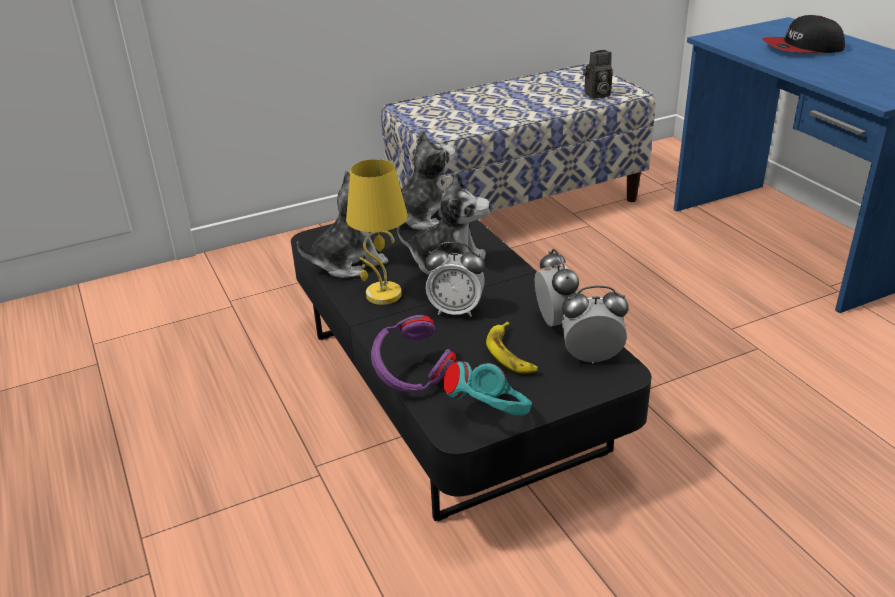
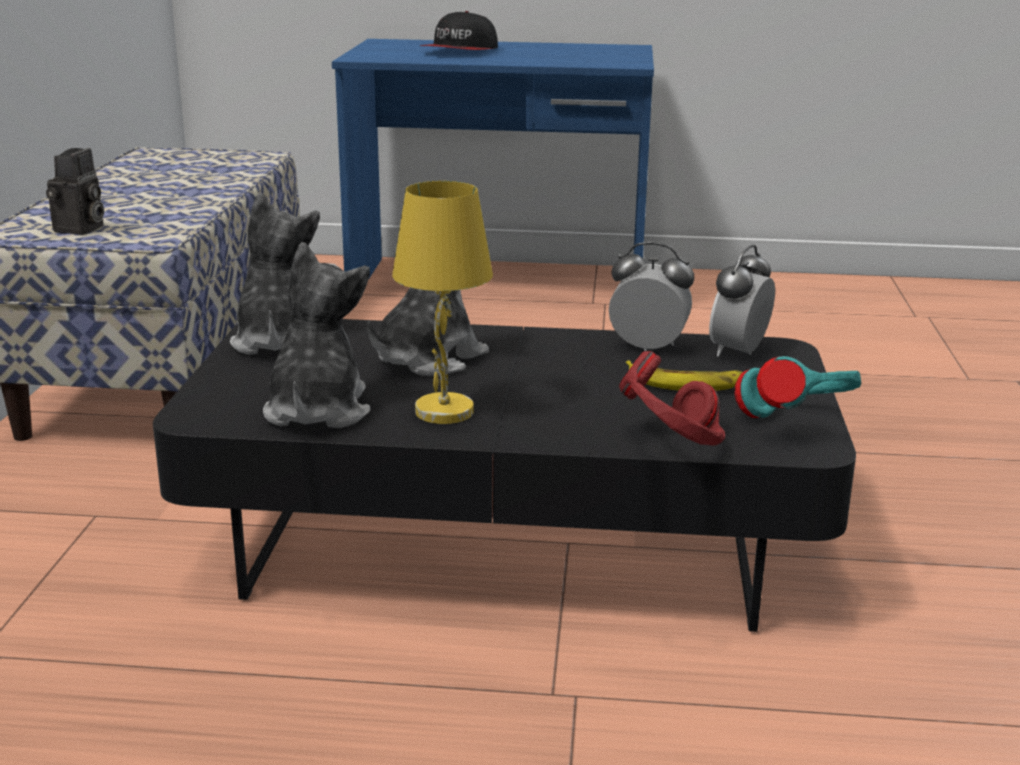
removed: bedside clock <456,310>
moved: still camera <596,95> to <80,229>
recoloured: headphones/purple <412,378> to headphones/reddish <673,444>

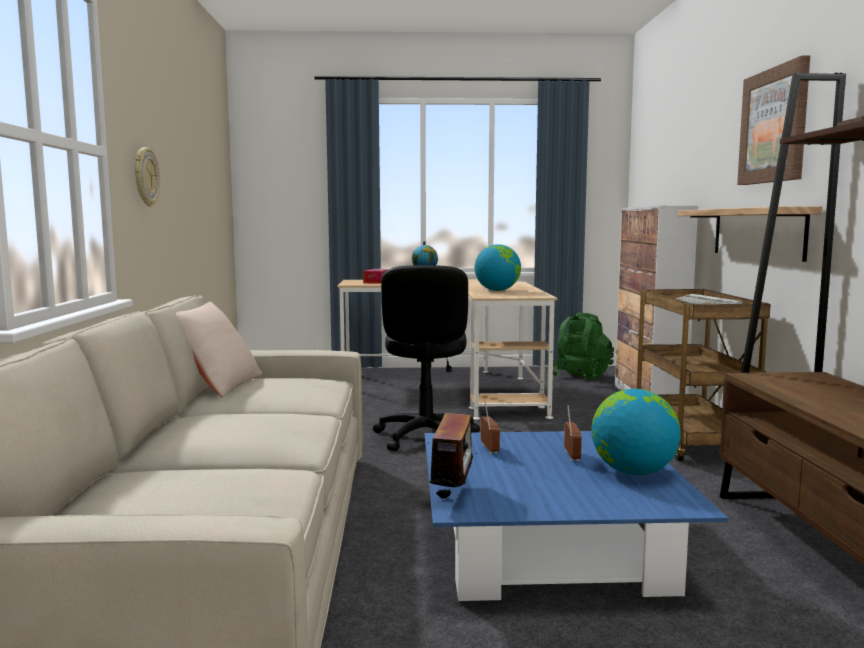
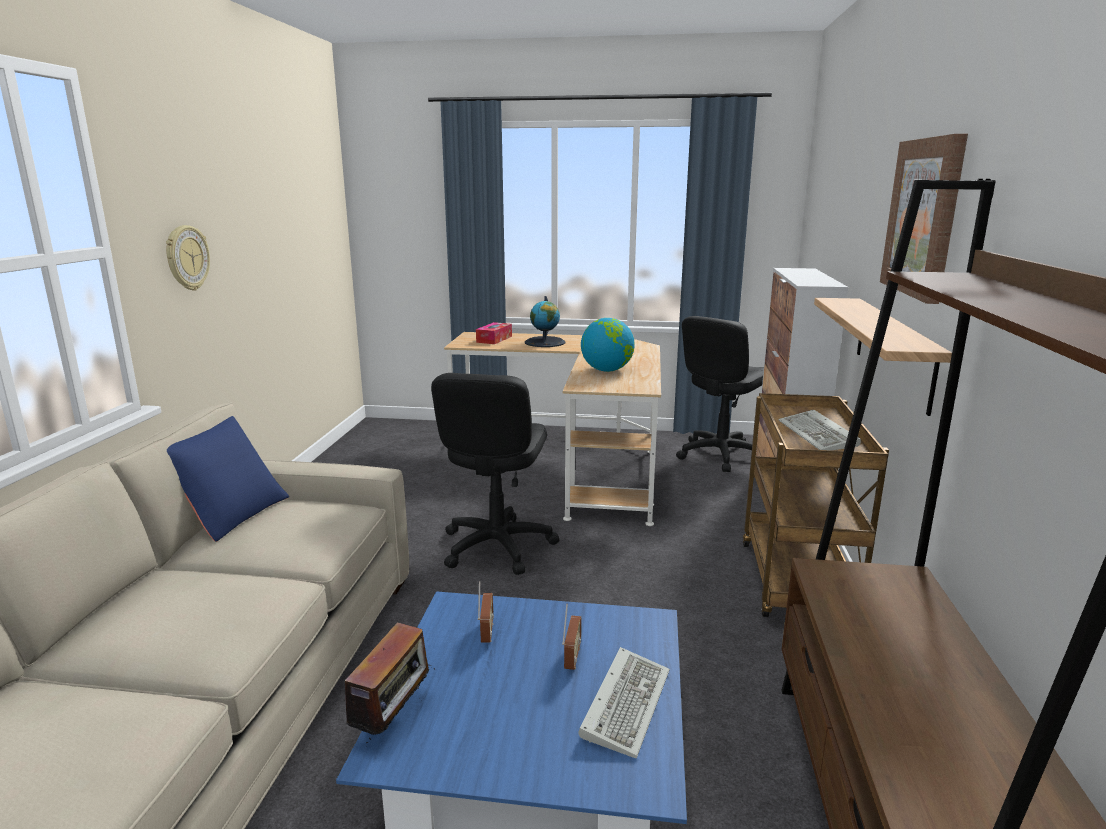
replaced: knapsack/green-coloured <580,377> to desk chair/blackish <720,455>; desk globe <633,472> to keyboard <625,702>
recoloured: cushion/sand-coloured <217,384> to cushion/bluish <230,514>

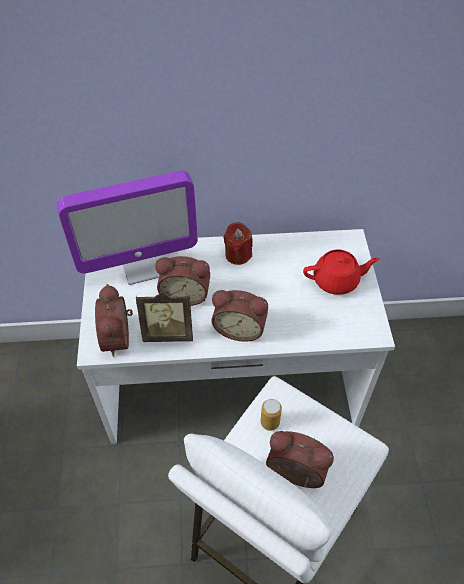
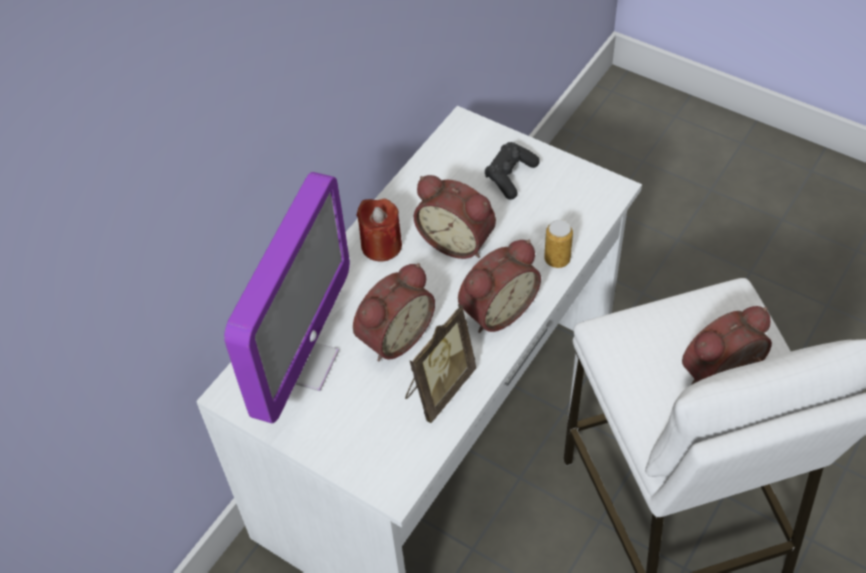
moved: bedside clock <120,338> to <457,240>; metal can <270,422> to <557,259>
replaced: pot for tea/reddish <336,281> to gamepad/blackish <510,176>

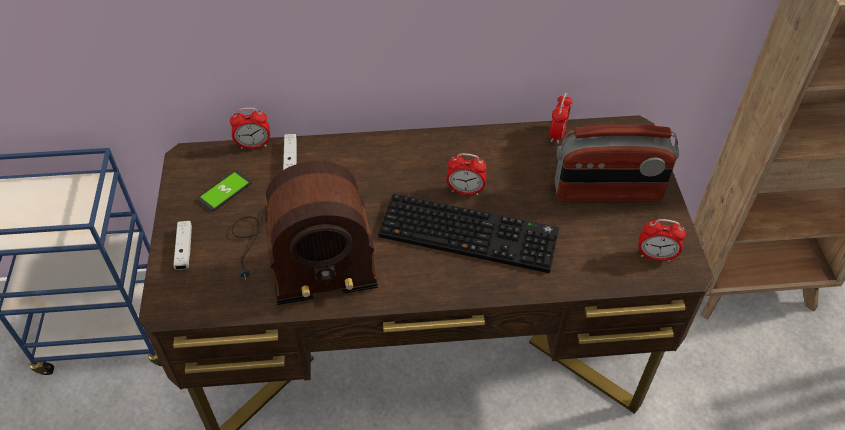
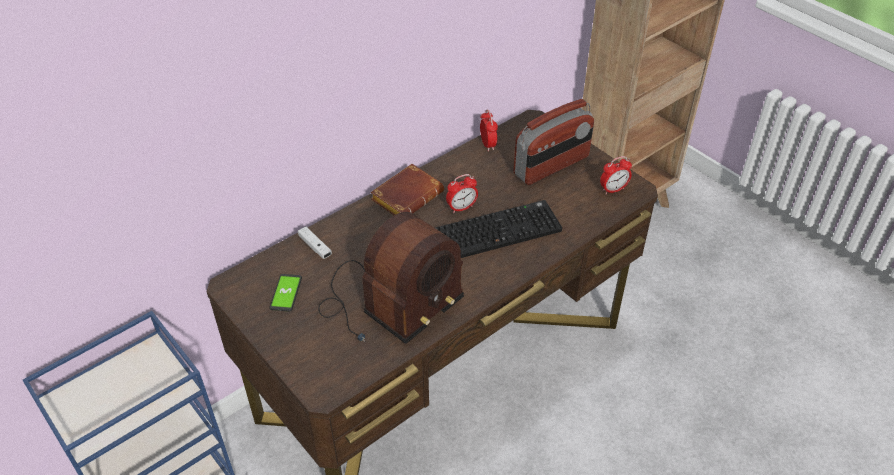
removed: gamepad/white <184,249>; bedside clock <253,145>
added: book/brown <407,195>

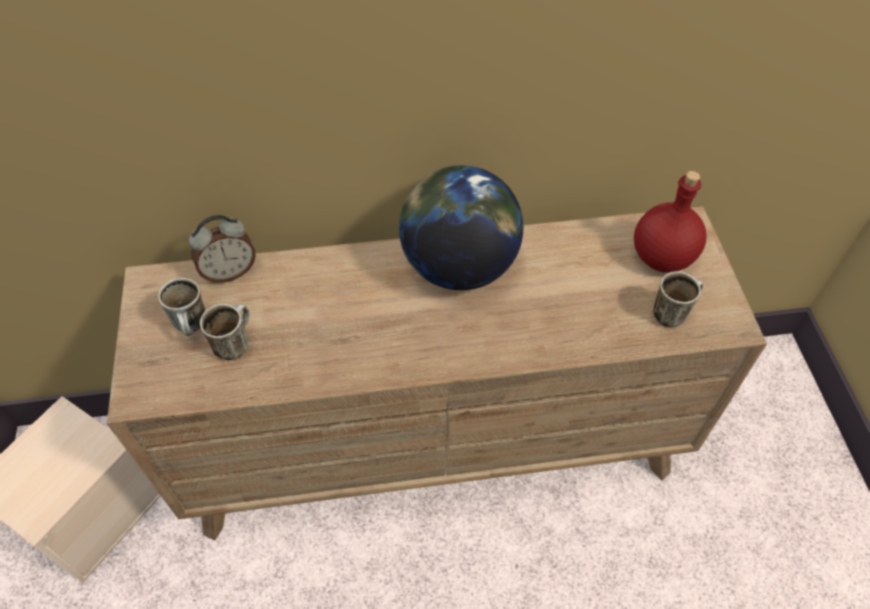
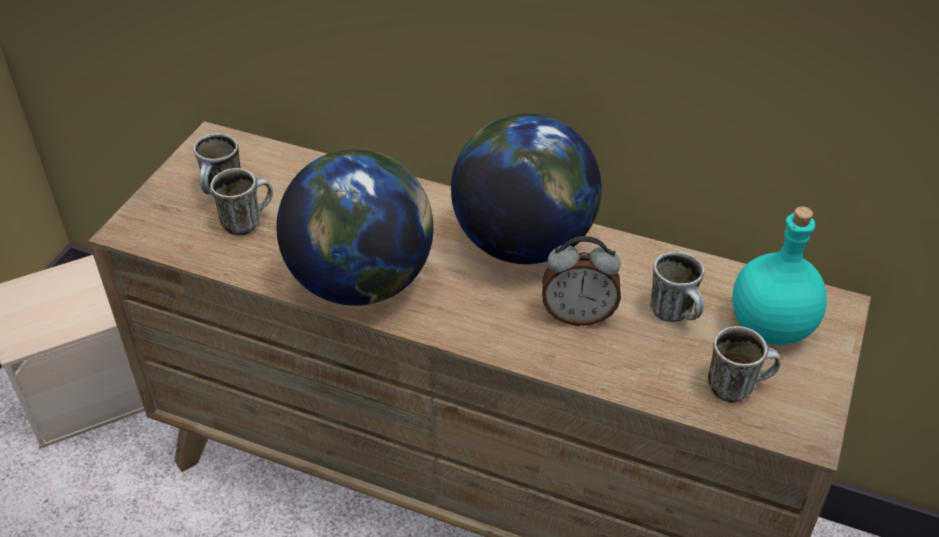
added: desk globe <362,282>; coffee mug <677,314>
moved: bedside clock <229,272> to <578,315>
recoloured: beverage bottle/reddish <662,258> to beverage bottle/turquoise <770,328>

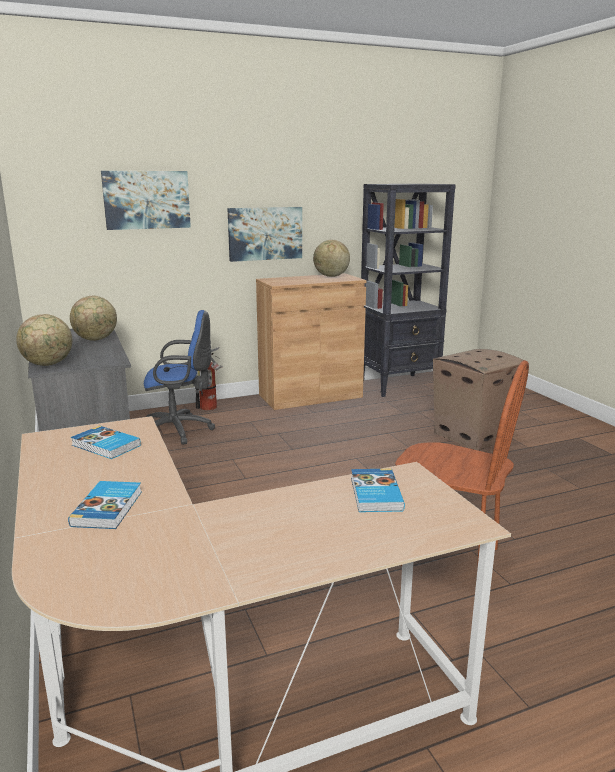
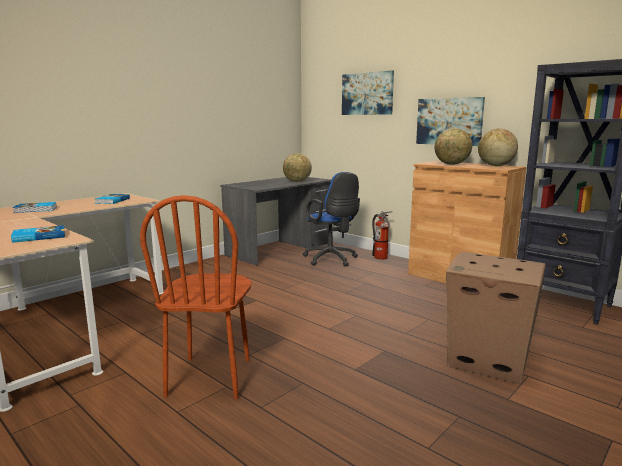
moved: desk globe <48,364> to <452,164>

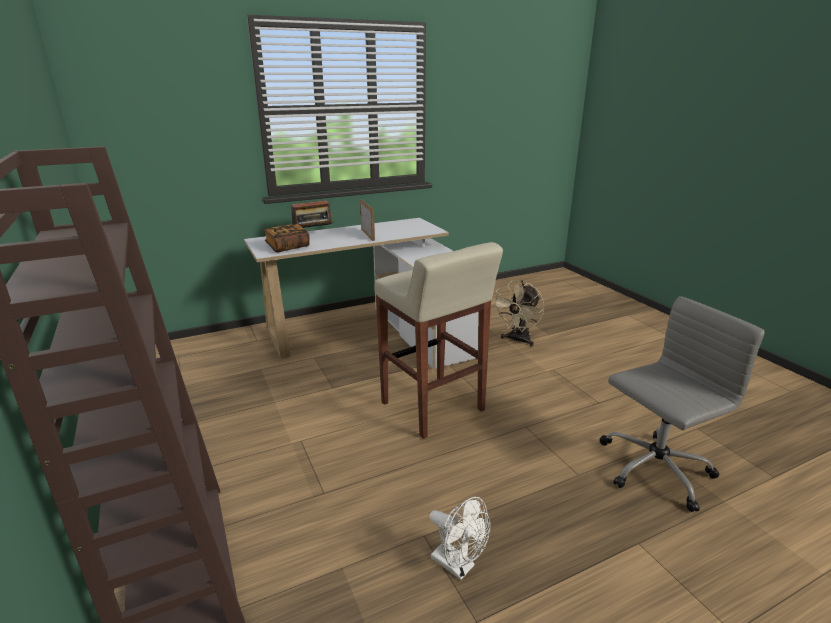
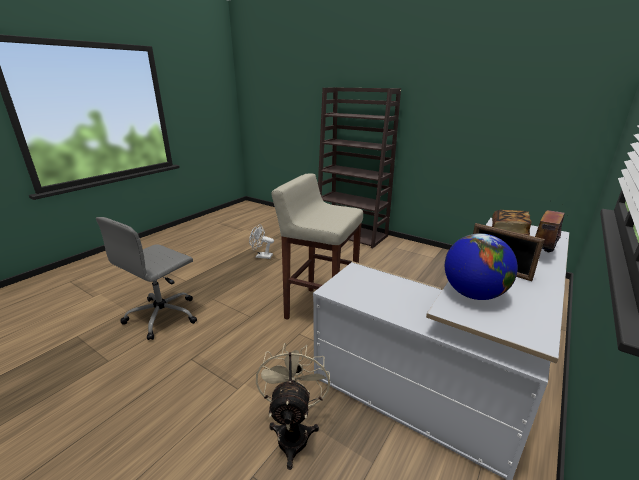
added: desk globe <473,294>

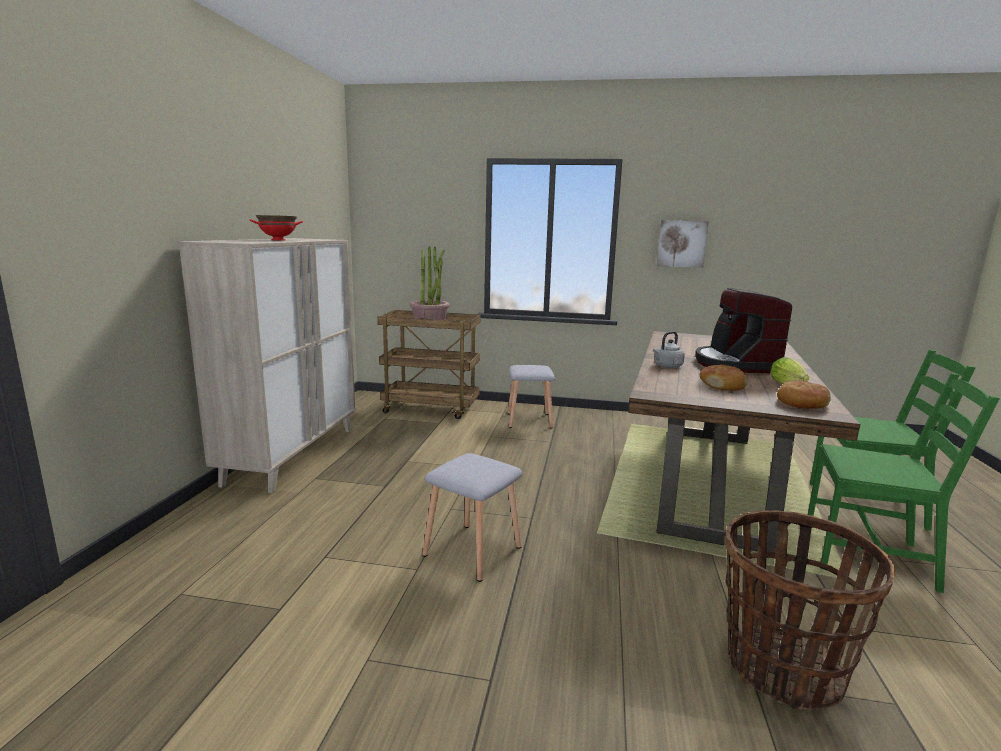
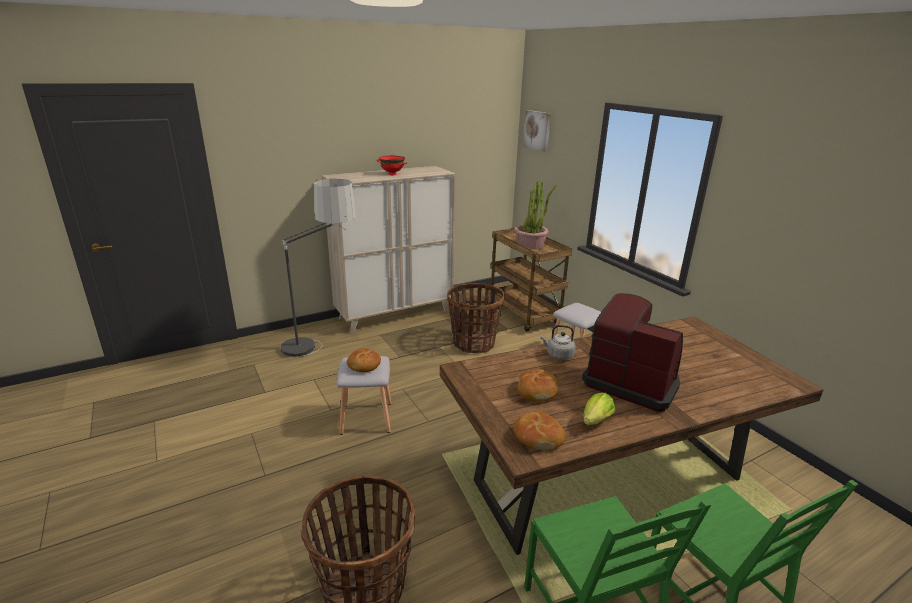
added: floor lamp <322,354>; baked bread <363,365>; household basket <473,343>
moved: wall art <681,244> to <538,130>
turned: coffee maker <736,364> = <631,382> 75 degrees clockwise

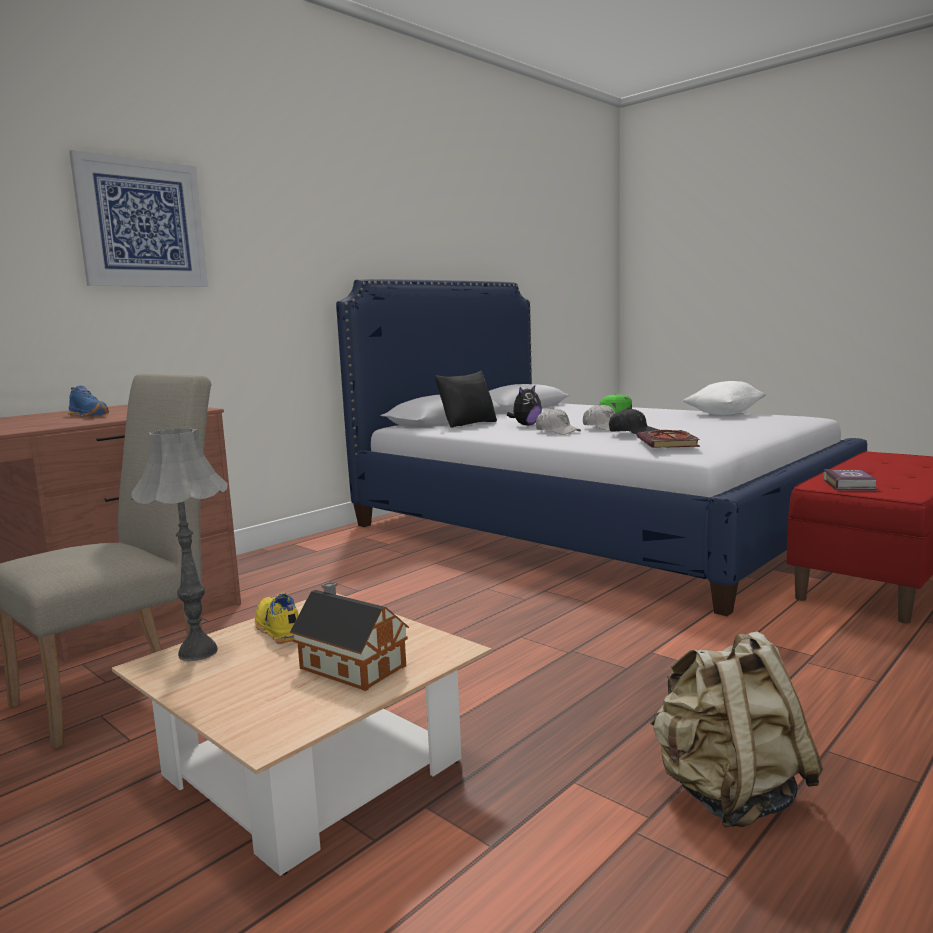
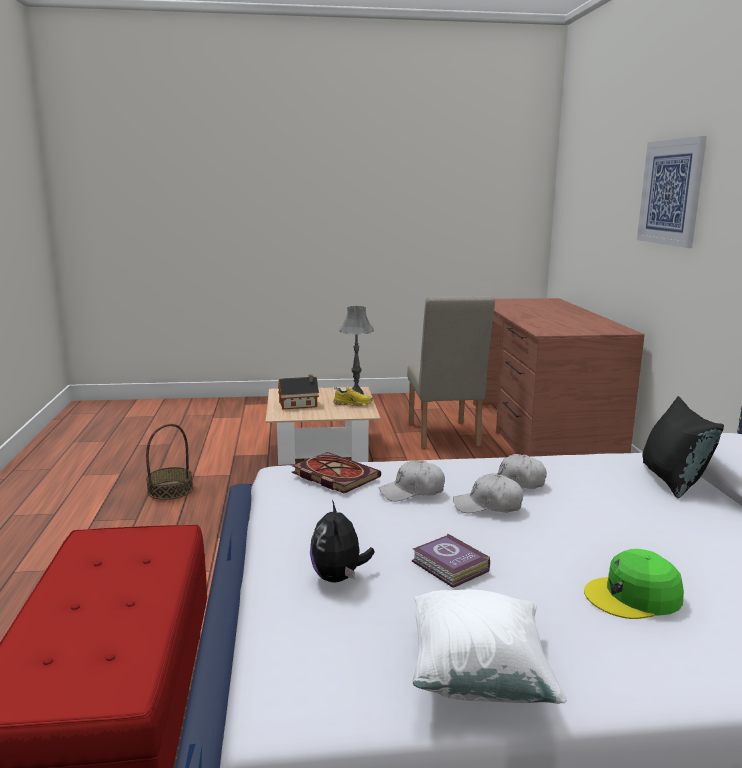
removed: item of footwear/bluish <90,415>
moved: plush toy <526,425> to <339,578>; book <850,485> to <450,567>
replaced: knapsack/sand-coloured <728,795> to household basket <170,490>
recoloured: peaked cap/blackish <633,433> to peaked cap/white <412,492>

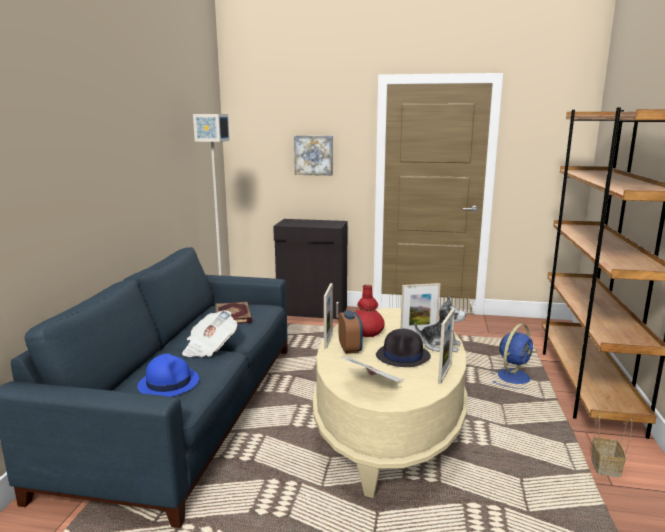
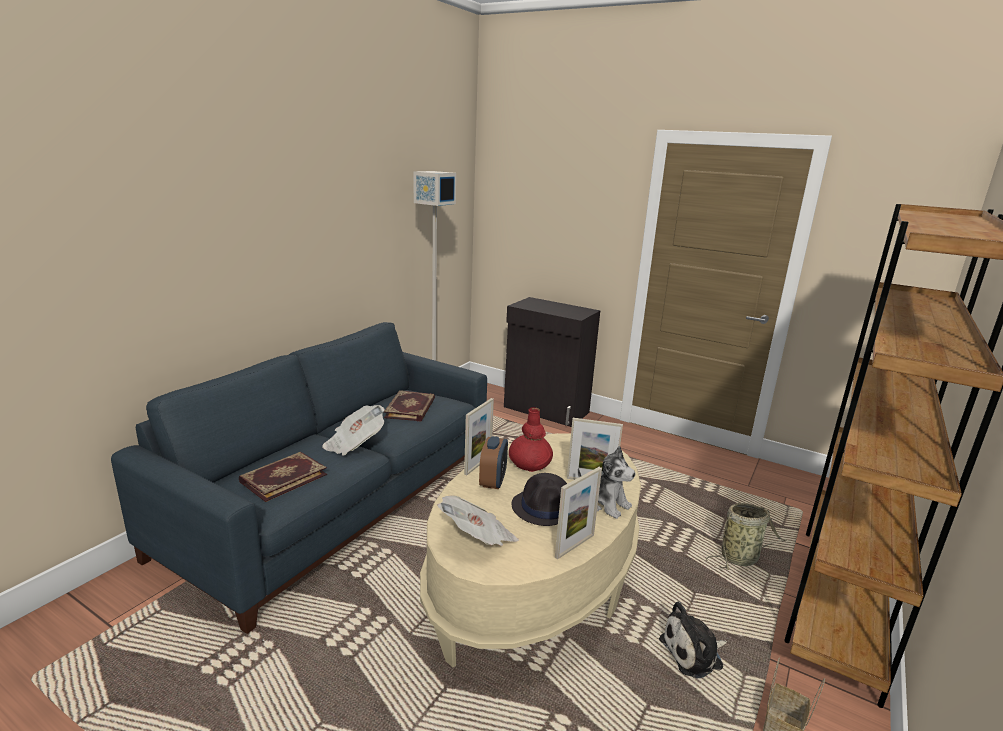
removed: wall art <314,155>
added: plush toy <694,653>
replaced: clothing hat/bluish <169,383> to book <283,478>; fan/bluish <514,376> to household basket <741,558>

